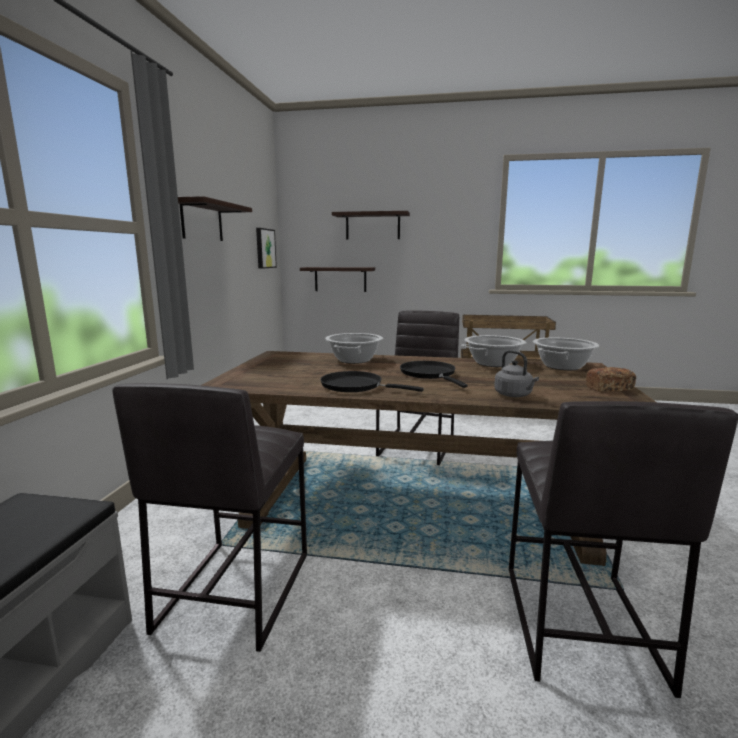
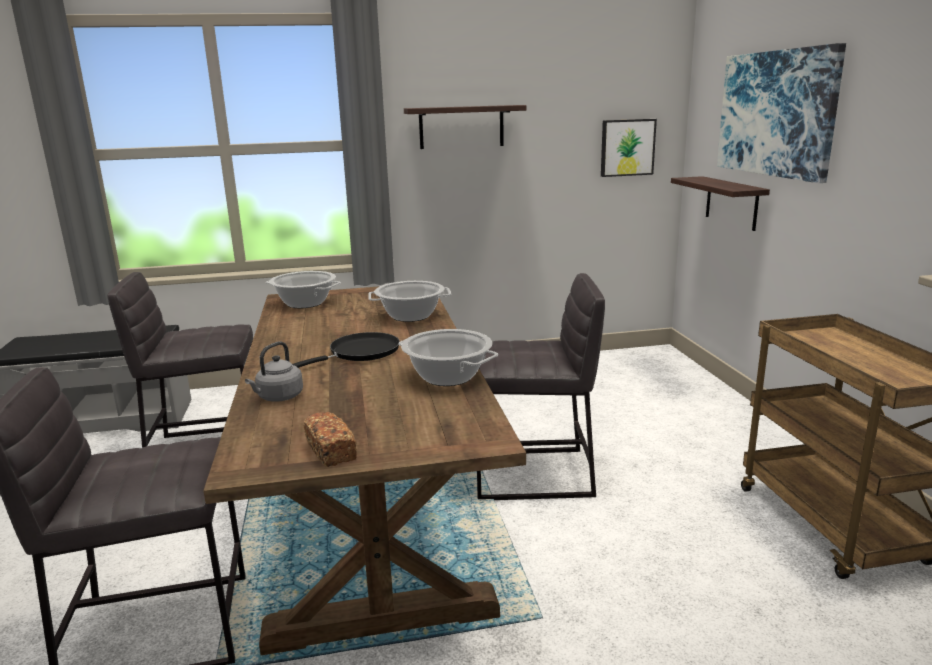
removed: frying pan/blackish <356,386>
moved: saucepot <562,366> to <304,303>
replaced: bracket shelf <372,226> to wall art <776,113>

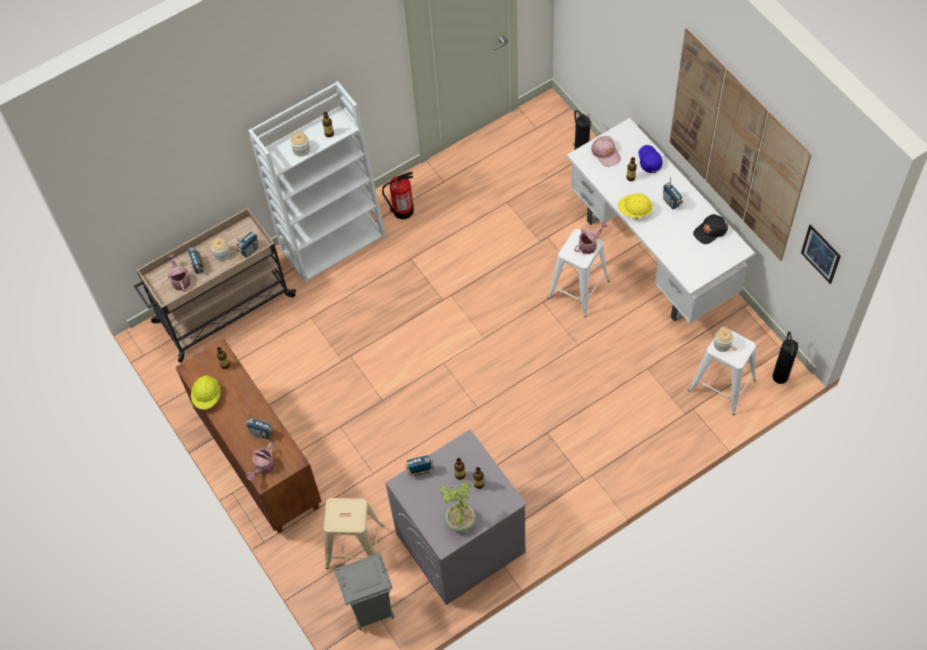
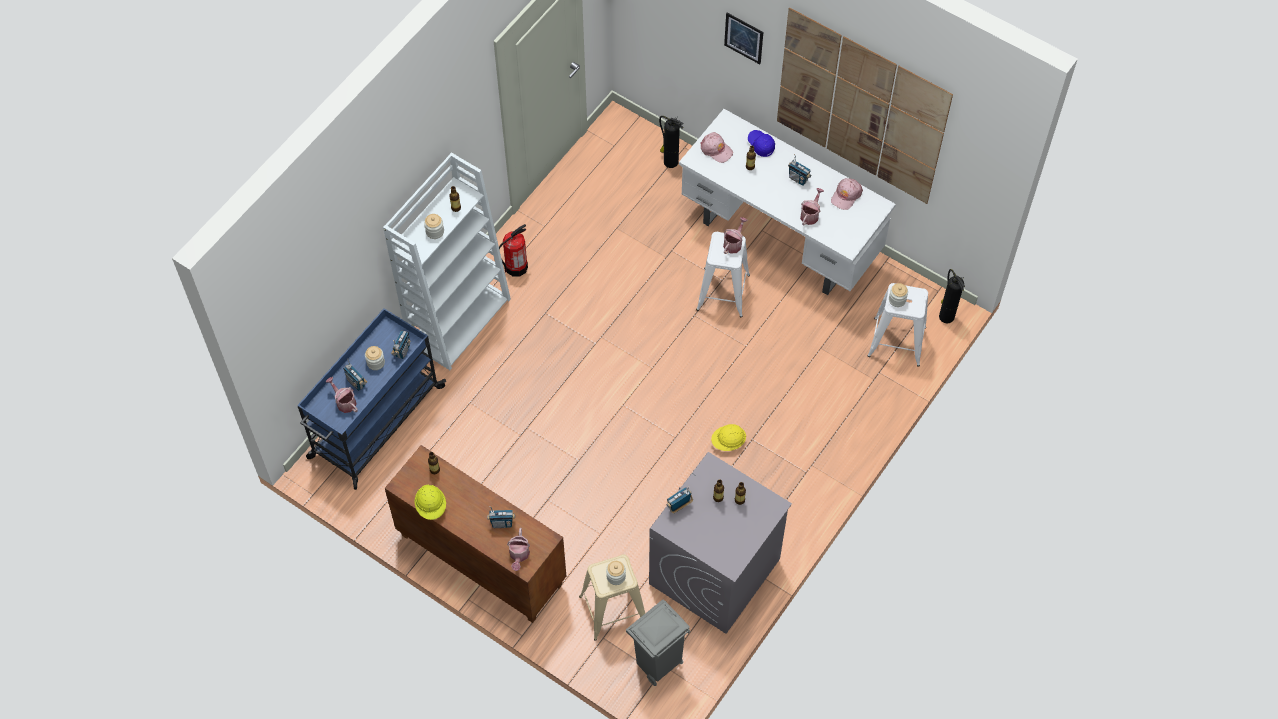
removed: potted plant <460,521>
added: storage jar <616,576>; watering pot <810,214>
moved: work helmet/yellow-coloured <634,211> to <728,442>; wall art <820,254> to <743,38>
recoloured: wheeled cart/sand-coloured <222,310> to wheeled cart/bluish <375,423>; peaked cap/blackish <710,231> to peaked cap/pinkish <846,195>

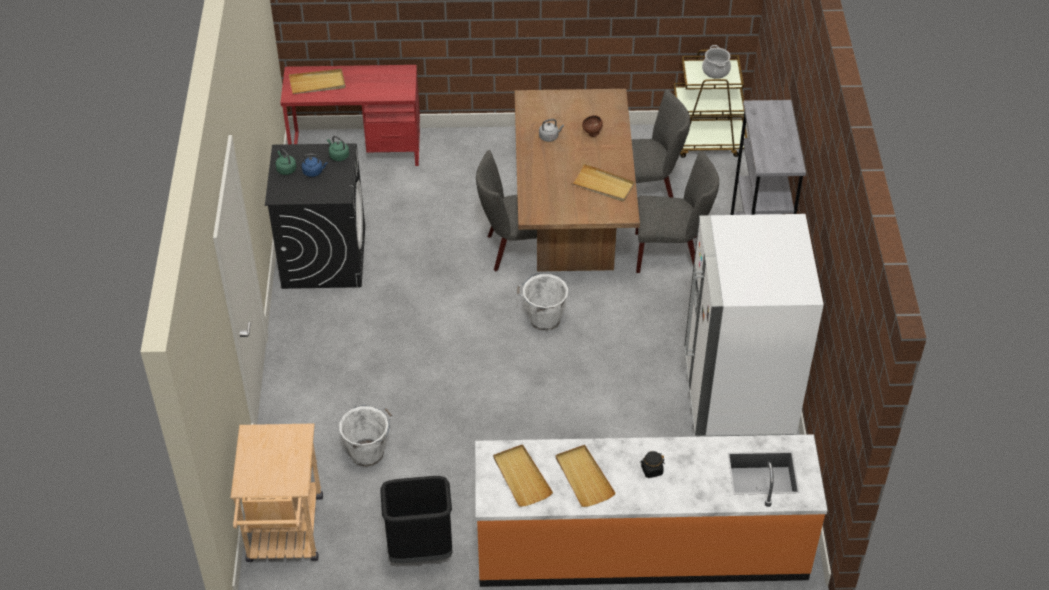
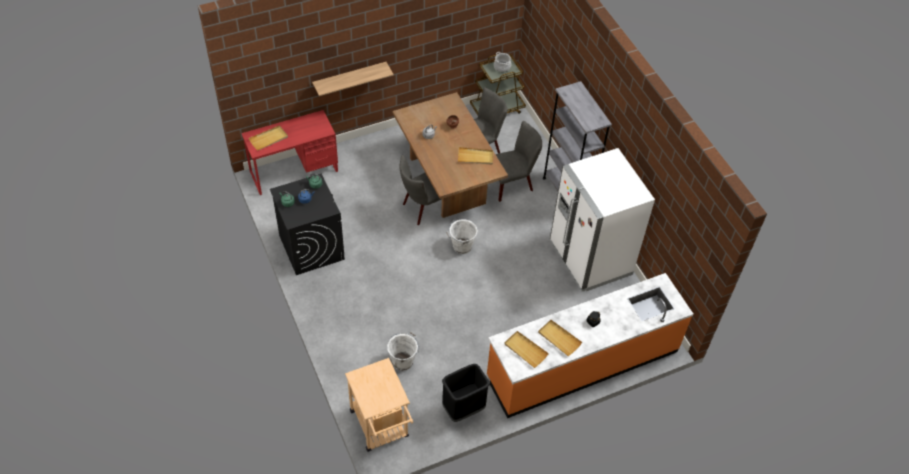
added: bracket shelf <350,78>

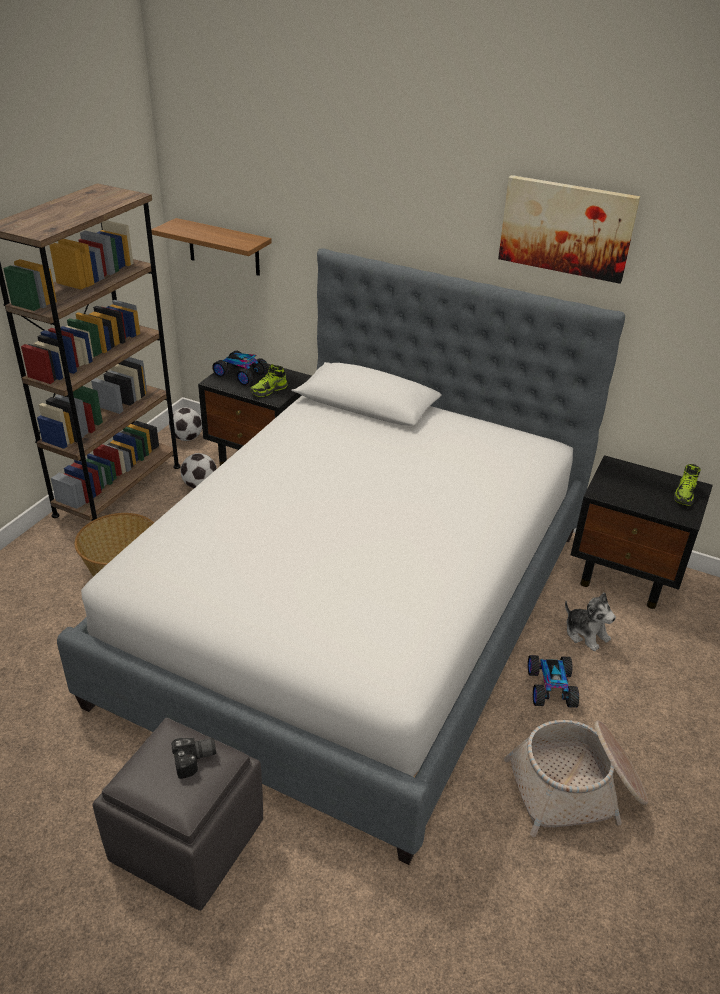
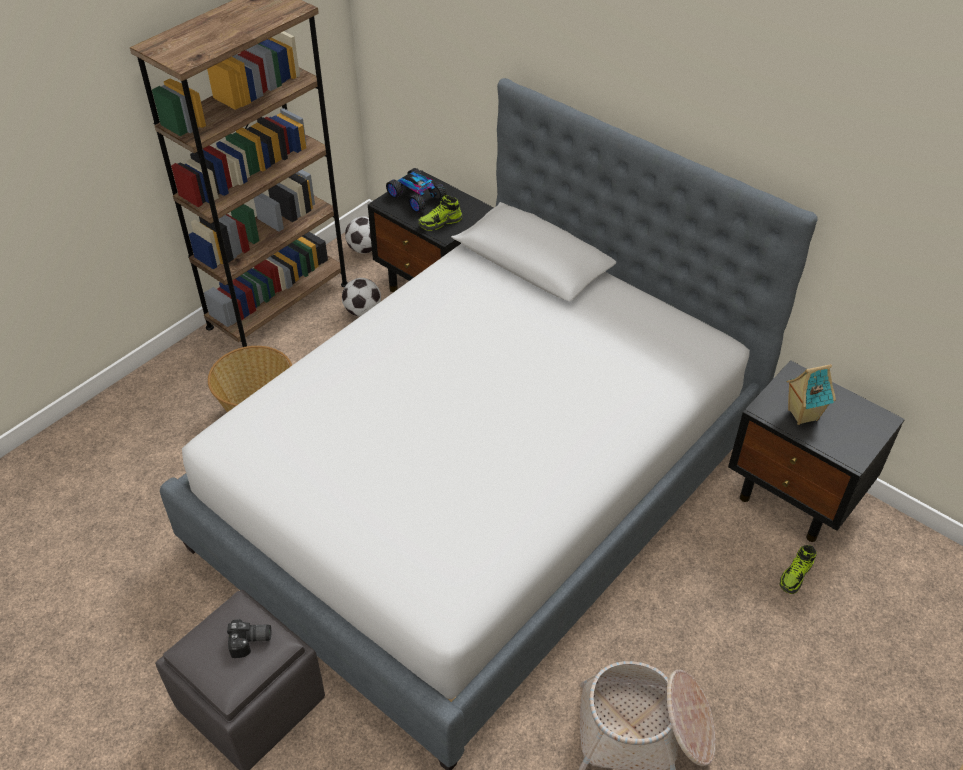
removed: bracket shelf <223,247>; wall art <566,228>; model car <551,687>; plush toy <586,634>
added: miniature house <801,414>
moved: item of footwear <684,494> to <795,576>

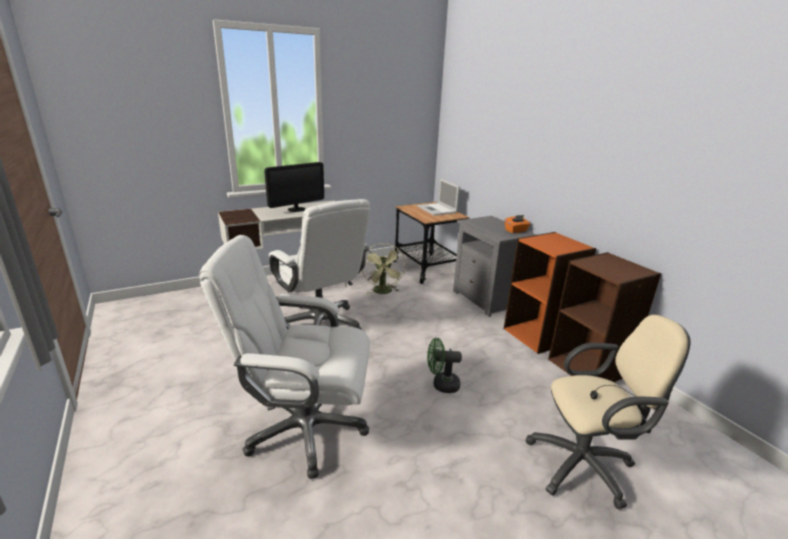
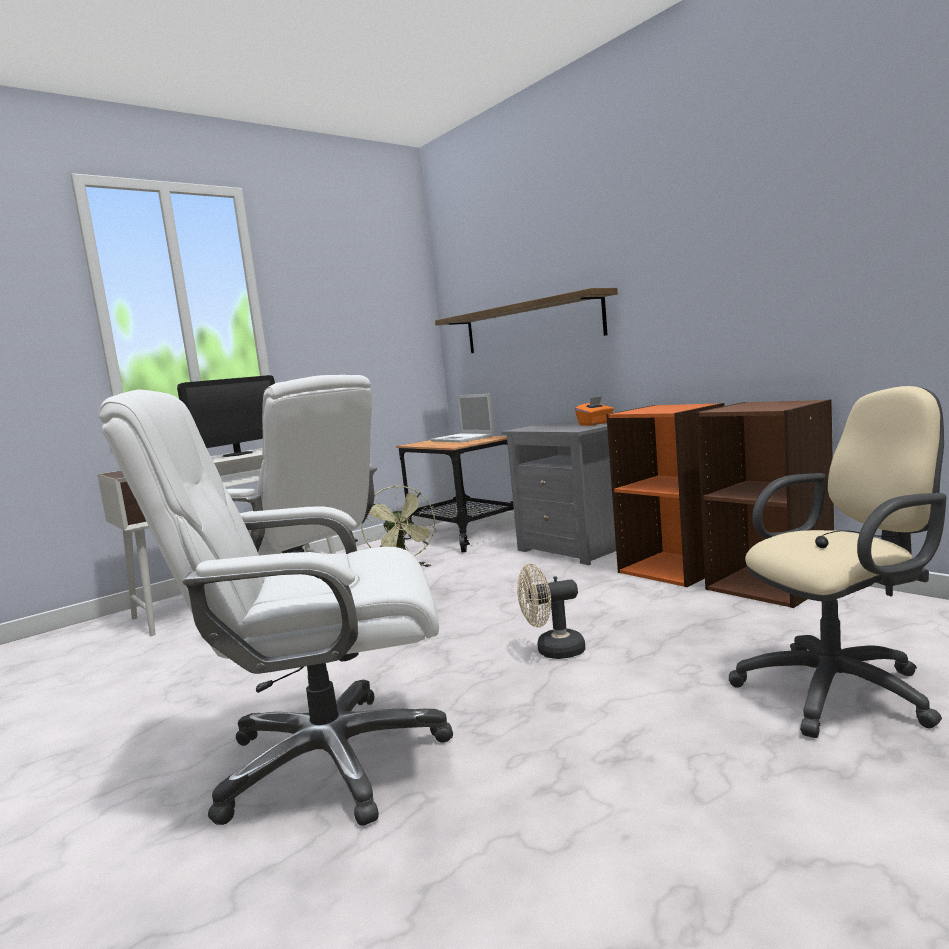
added: bracket shelf <530,325>
recoloured: fan/green-coloured <441,385> to fan/sand-coloured <553,651>

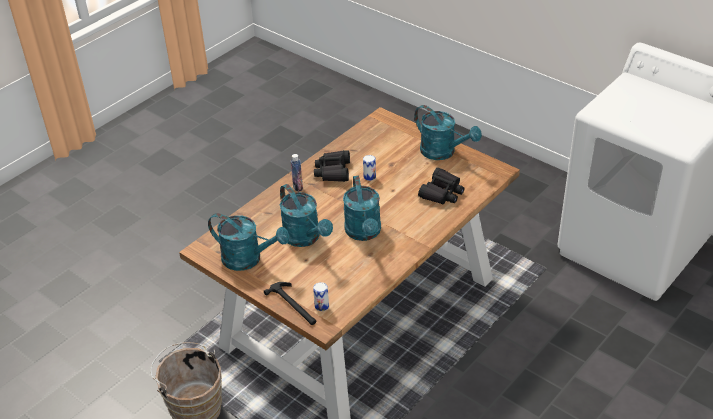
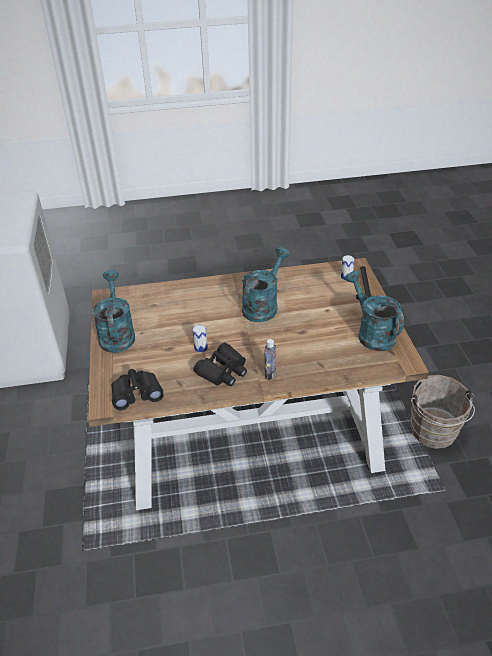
removed: watering pot/turquoise <305,238>
moved: pair of binoculars/blackish <442,192> to <136,393>

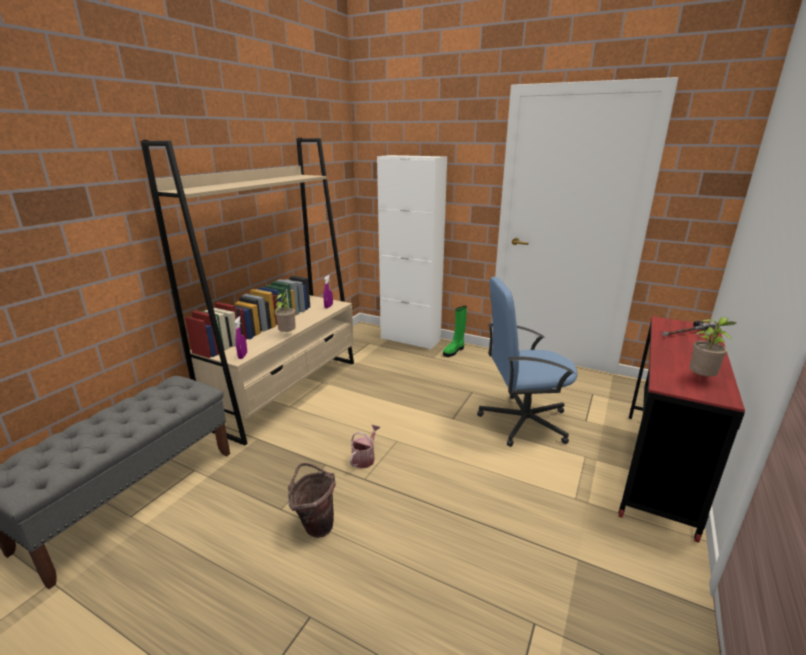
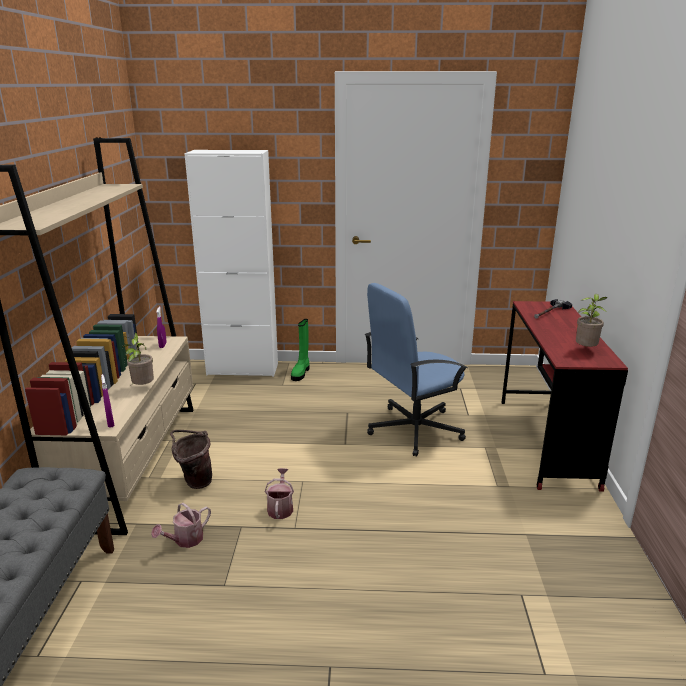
added: watering pot <185,540>
moved: water bucket/brown <315,525> to <194,482>

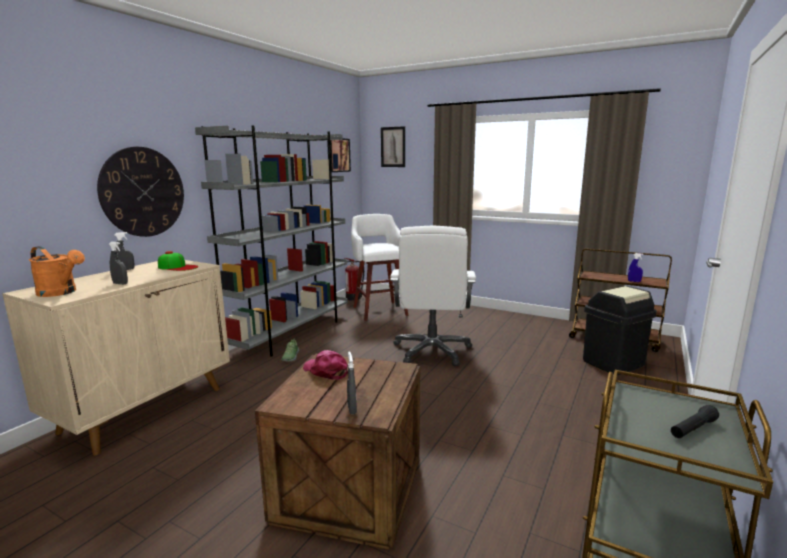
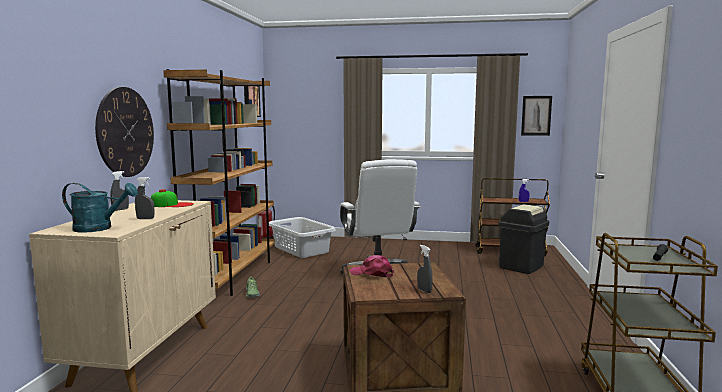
moved: wall art <393,147> to <536,115>
replaced: stool seat/white <379,310> to laundry basket/gray <301,249>
recoloured: watering pot/orange-coloured <61,293> to watering pot/turquoise <99,228>; bookshelf/gray <291,334> to bookshelf/brown <233,276>

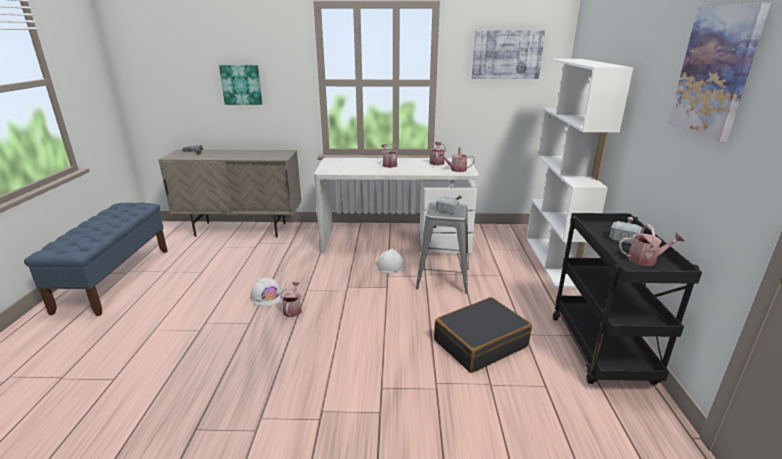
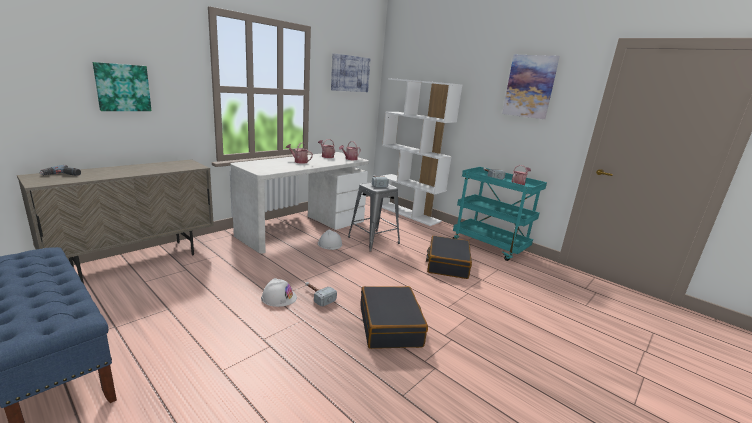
added: suitcase/blackish <390,326>
replaced: watering pot <293,309> to hand hammer <317,296>
recoloured: wheeled cart/blackish <602,351> to wheeled cart/turquoise <490,246>

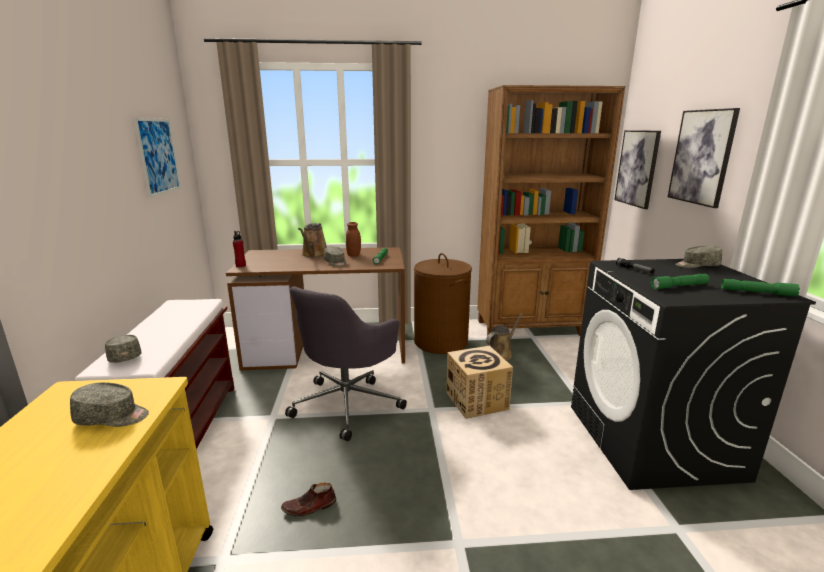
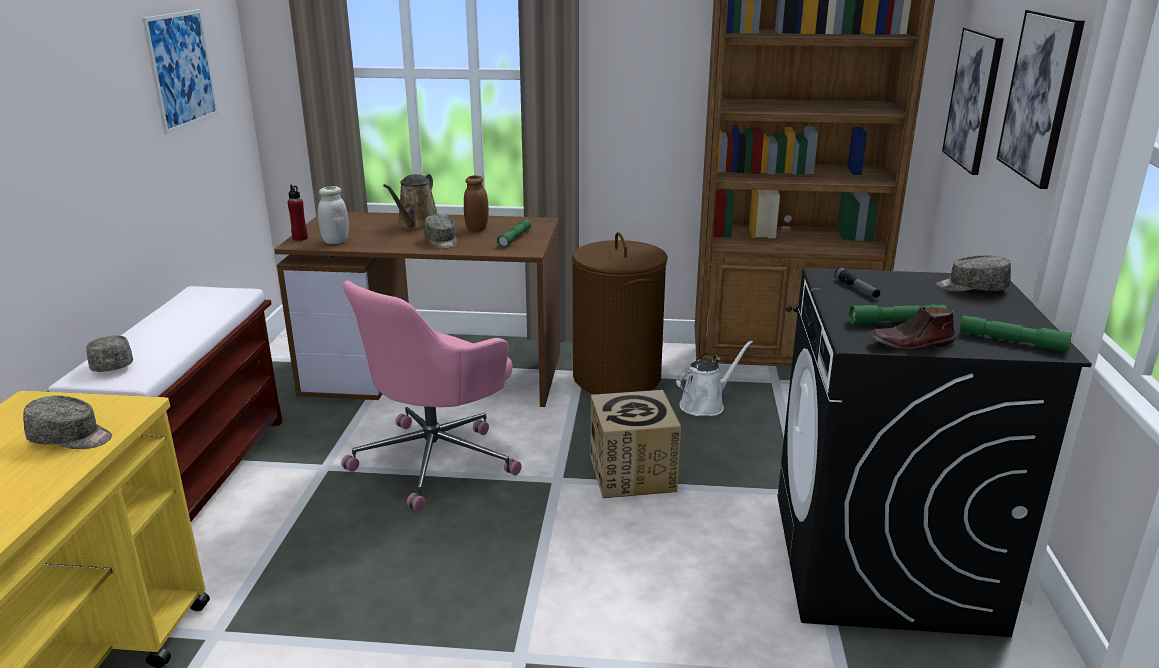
added: storage jar/white <335,241>
moved: item of footwear/brown <309,507> to <911,344>
recoloured: desk chair/gray <348,404> to desk chair/pinkish <436,459>; watering pot/brown <500,353> to watering pot/white <705,404>

